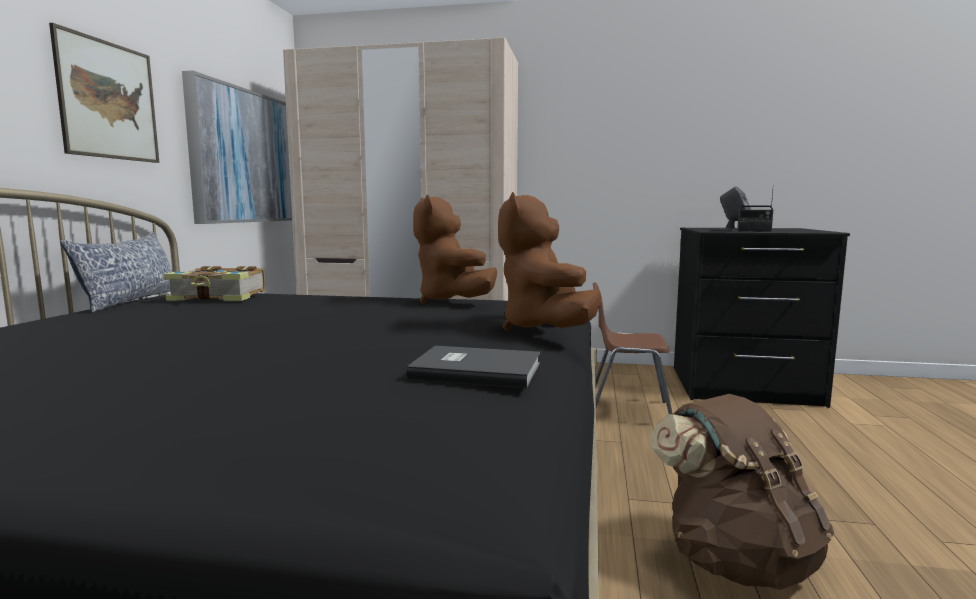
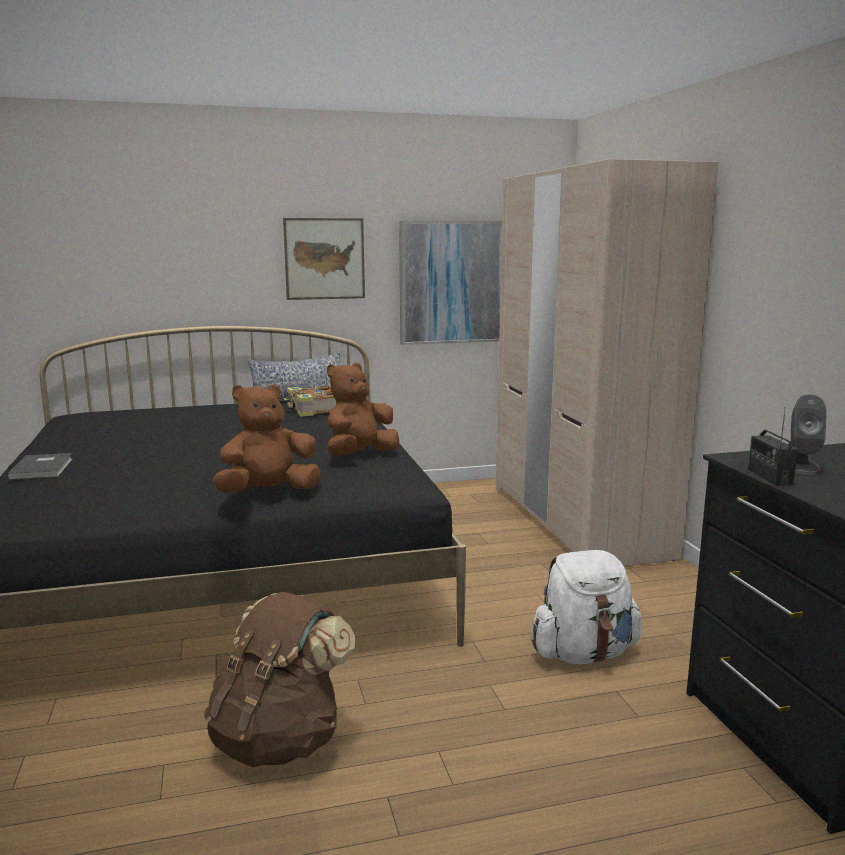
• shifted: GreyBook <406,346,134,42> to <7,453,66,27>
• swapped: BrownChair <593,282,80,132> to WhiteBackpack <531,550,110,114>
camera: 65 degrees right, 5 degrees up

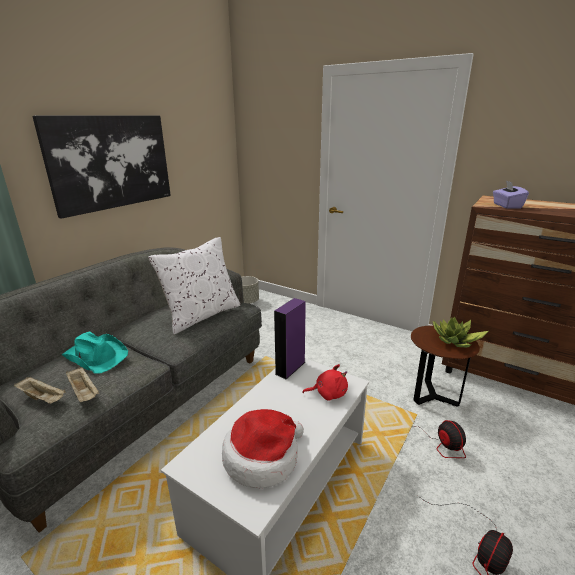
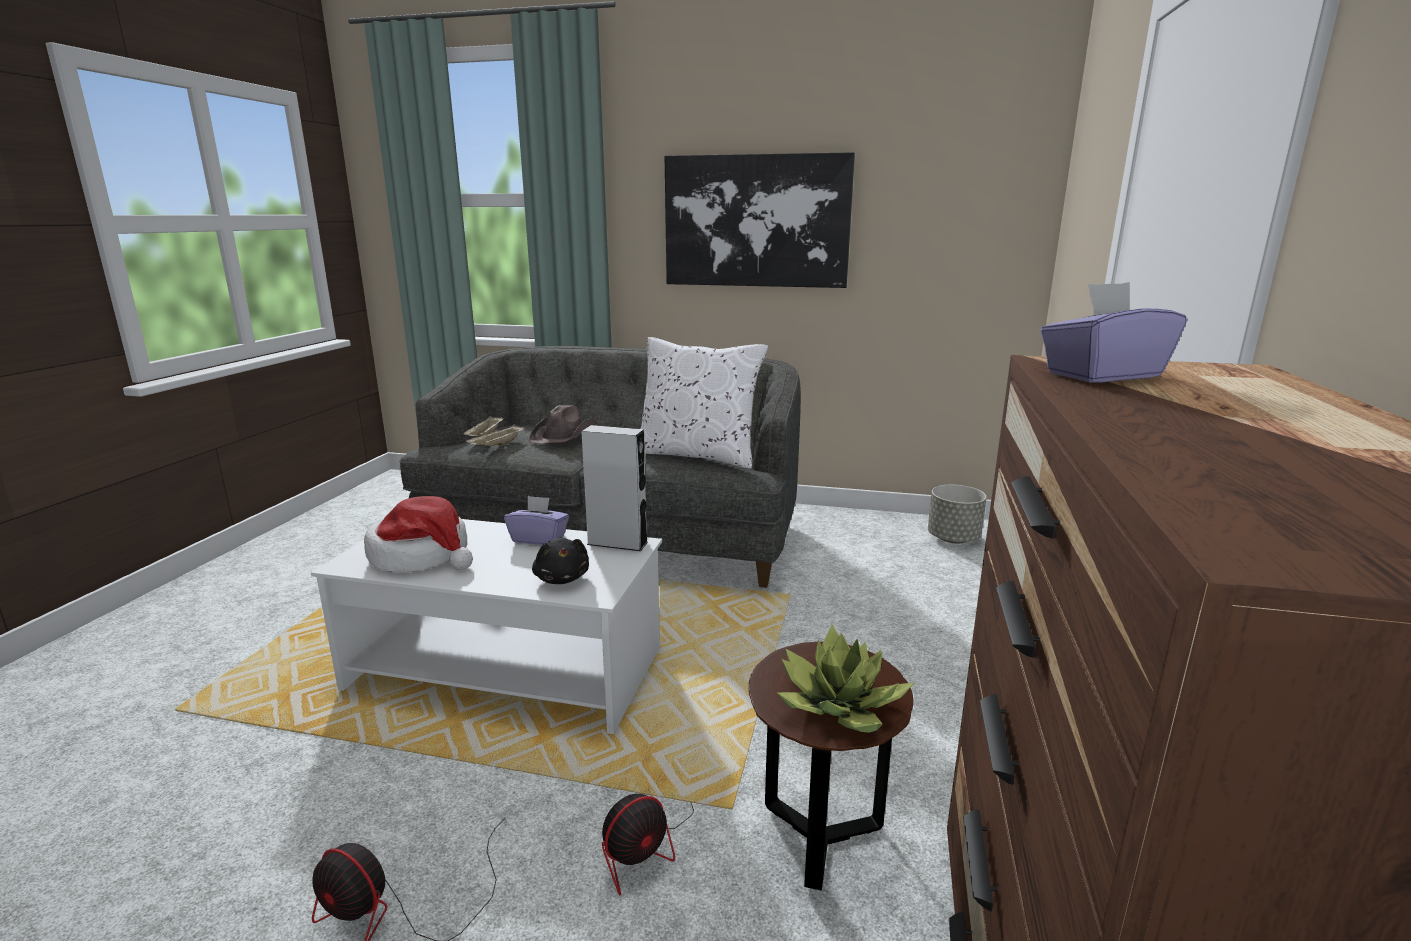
• new: PurpleTissueBox <504,496,65,49>
• repainted: TurquoiseHat <62,331,66,43> to BrownHat <529,405,69,39>
• repainted: RedPlushToy <303,364,45,37> to BlackPlushToy <532,538,57,46>
• repainted: PurpleSpeaker <274,298,32,81> to GreySpeaker <581,425,67,126>
camera: 70 degrees right, 5 degrees down

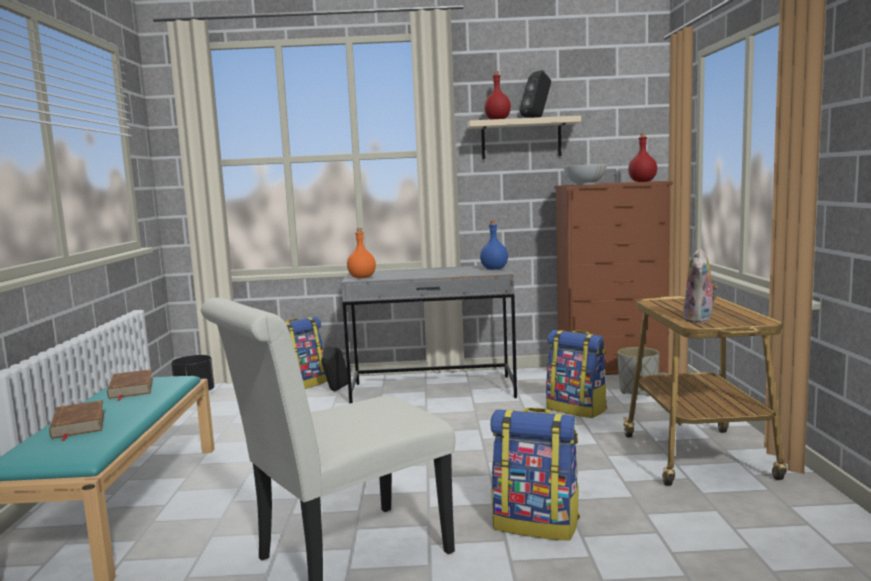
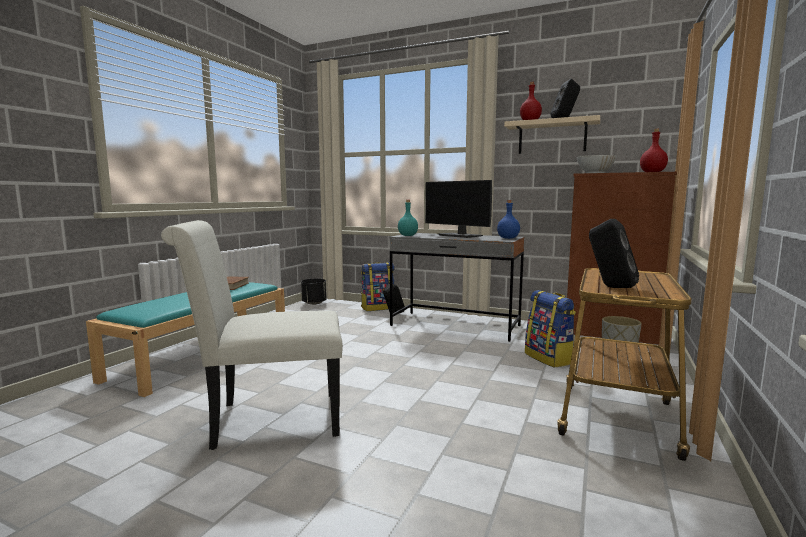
• repainted: OrangeBottle <347,228,29,50> to TurquoiseBottle <398,200,20,36>
• new: Monitor <425,180,67,58>
• swapped: PlushToy <683,248,35,75> to BlackSpeaker <589,219,50,69>
• gone: BrownBook <49,400,55,41>
• gone: Backpack <491,407,89,134>
camera: 25 degrees right, 0 degrees up

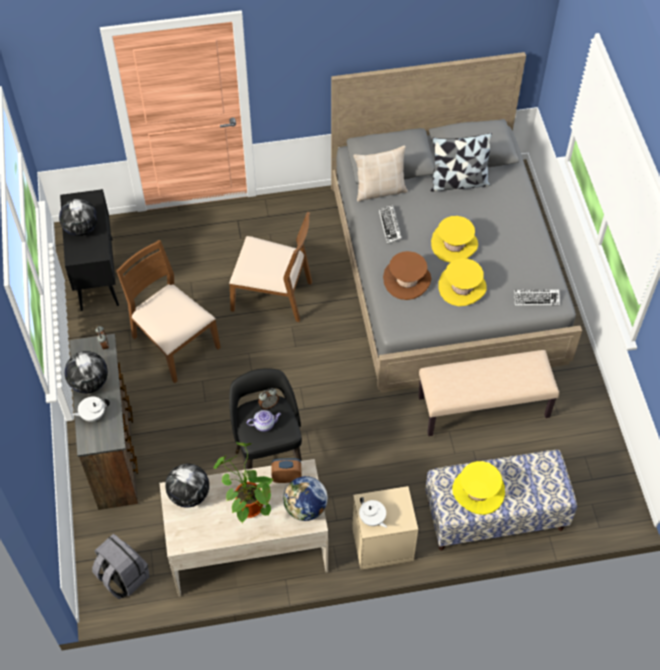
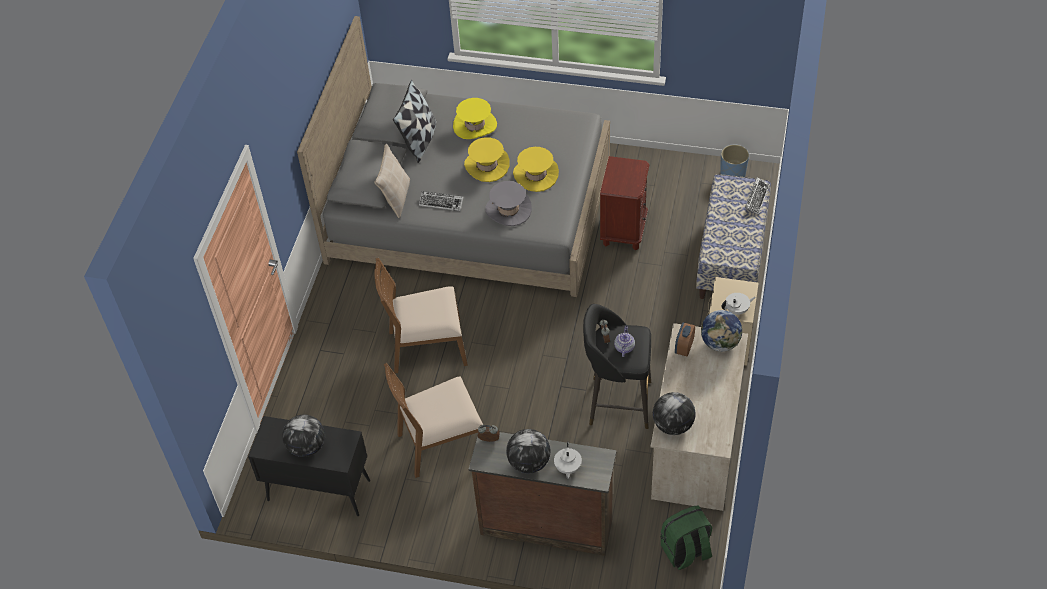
• rotated: BrownChair <229,211,83,111> = <374,258,94,116> 135 degrees counterclockwise
• shifted: YellowHat <452,461,53,54> to <453,98,44,41>
• repainted: BrownHat <383,251,48,49> to GreyHat <485,181,47,45>
• swapped: BeigeBench <418,350,141,86> to BrownNightstand <600,156,50,95>
• repainted: GreyBackpack <92,533,57,66> to GreenBackpack <661,505,51,65>
• new: BluePlanter <720,145,29,32>
• shifted: Keyboard <514,289,46,17> to <745,177,25,38>
• gone: PottedPlant <213,442,60,81>
camera: 65 degrees left, 5 degrees down

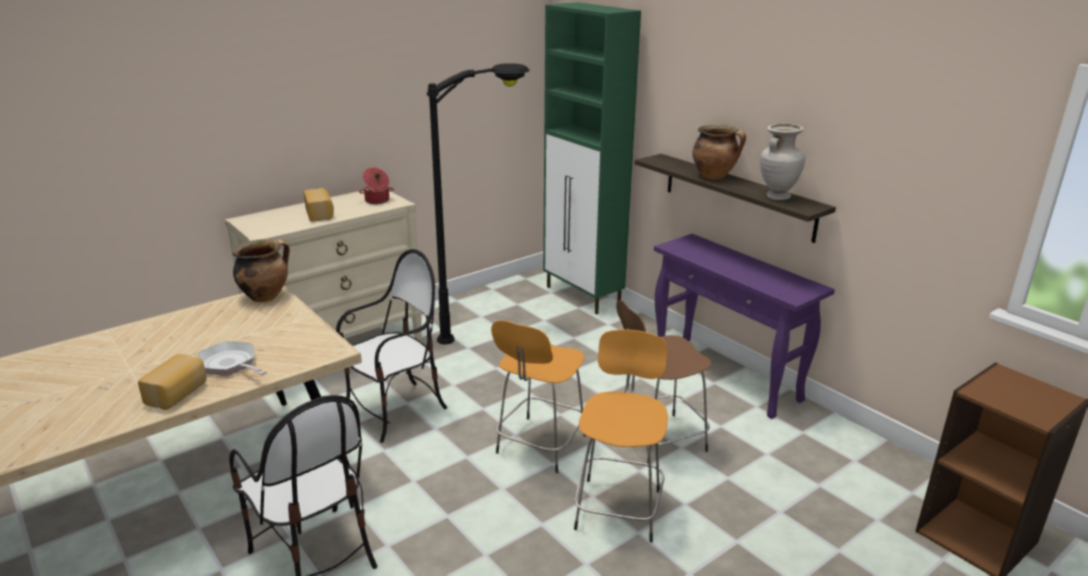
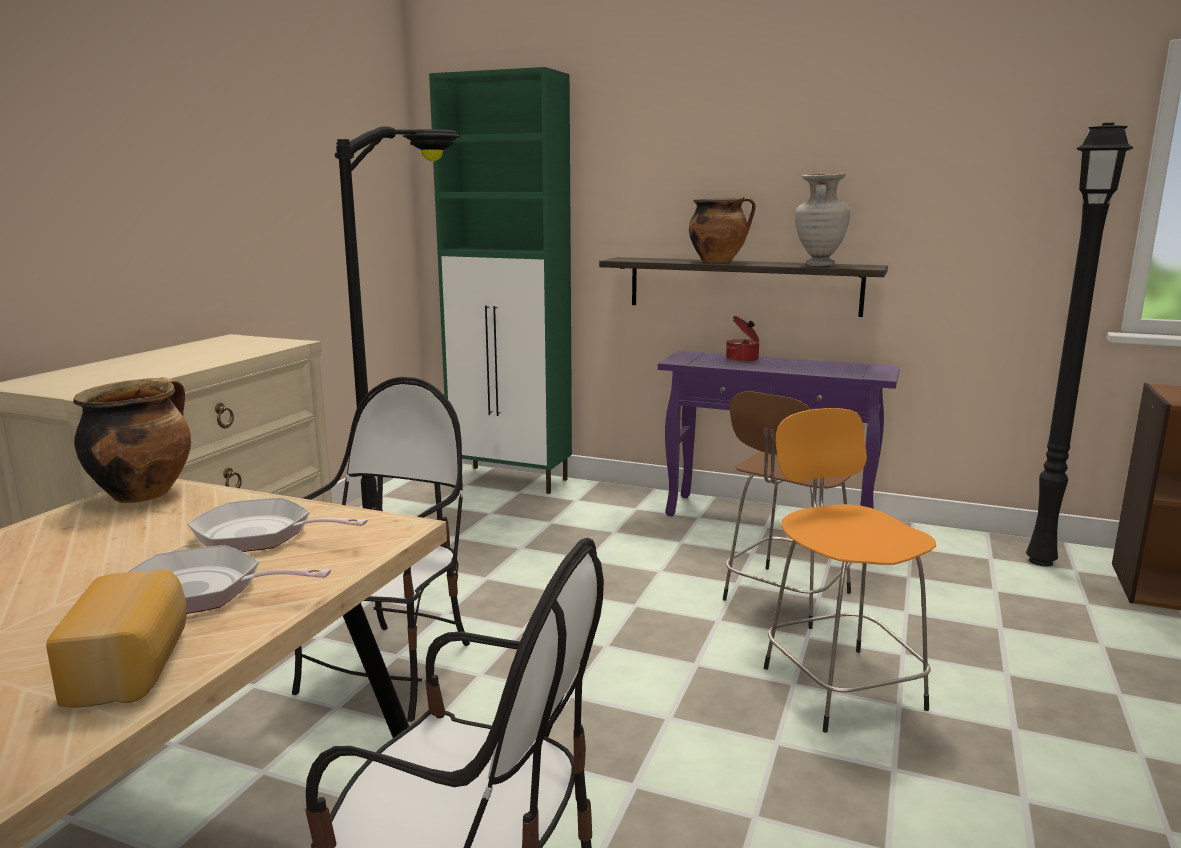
• new: FryingPan <187,498,181,54>
• shifted: CookingPot <359,167,35,37> to <726,316,33,46>
• new: BlackFloorLamp <1026,123,107,443>
• gone: Bread <303,188,31,33>
• gone: OrangeStool <491,320,95,153>
camera: 30 degrees left, 10 degrees down

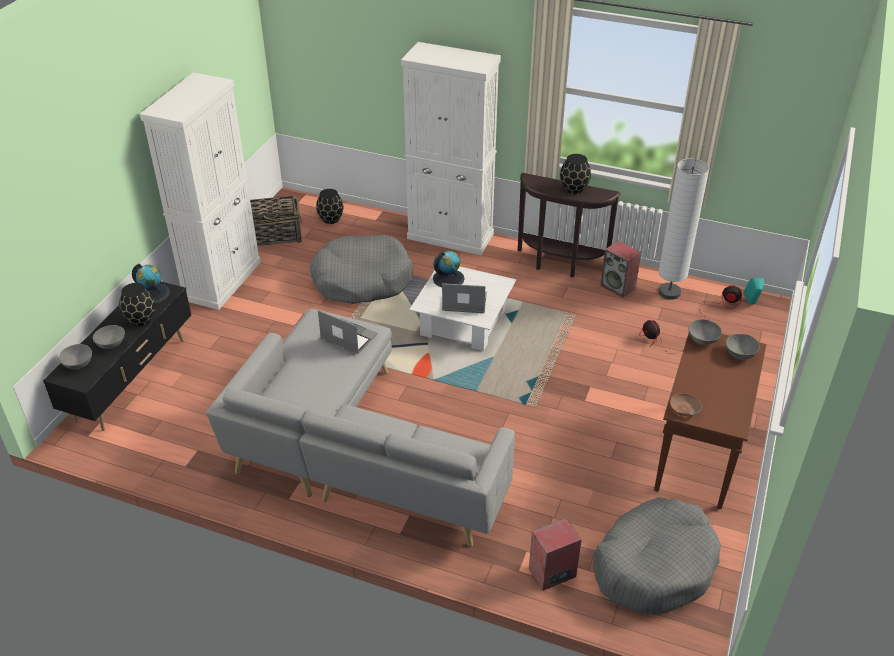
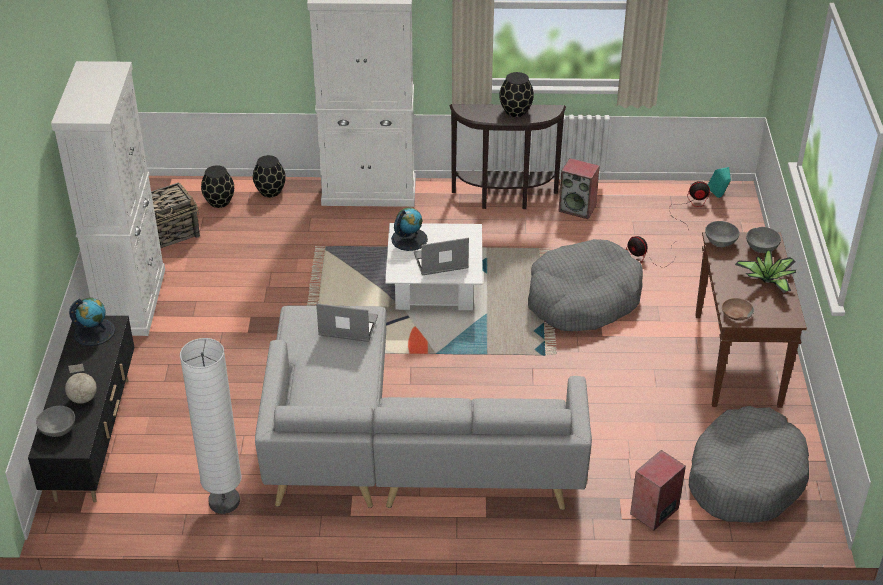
• swapped: GreyBowl <93,325,32,24> to Globe <65,364,32,40>
• shifted: WhiteFloorLamp <658,158,51,142> to <180,338,61,176>
• shifted: BlackVase <119,283,36,43> to <253,155,33,42>
• shifted: GreyDogBed <310,235,103,69> to <528,239,115,92>
• new: PottedPlant <735,250,61,43>
camera: 20 degrees left, 0 degrees up

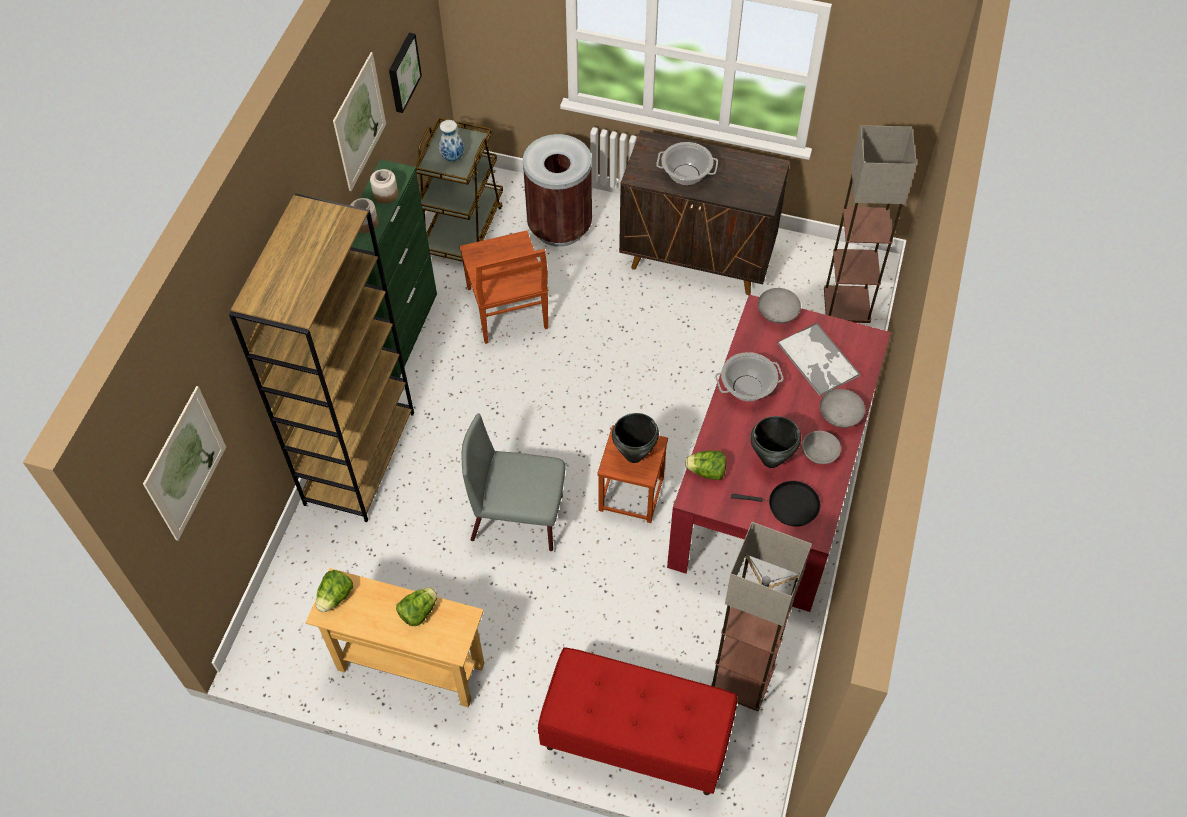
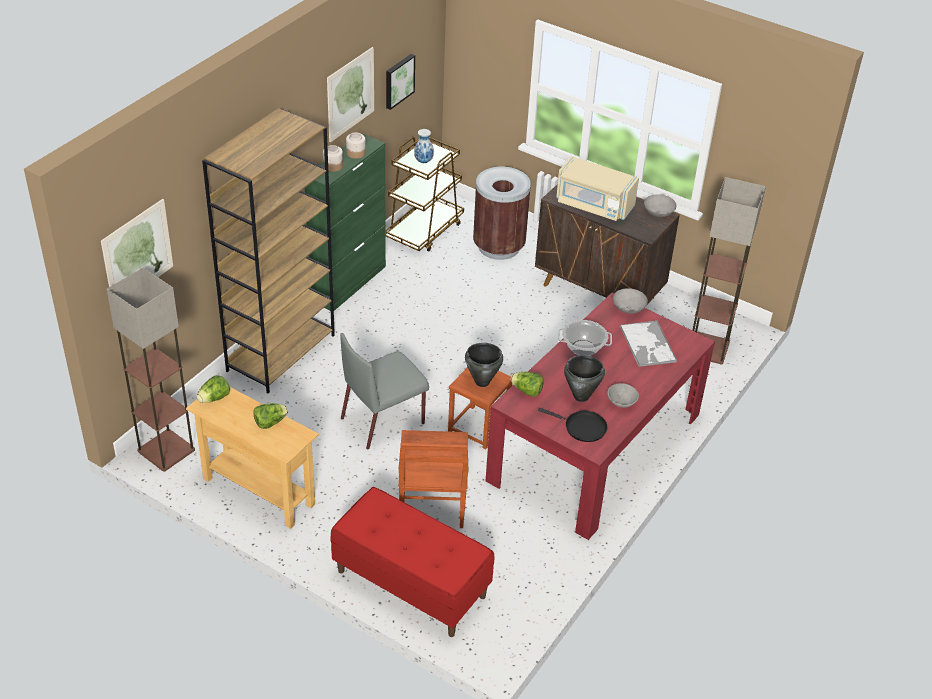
• shifted: FloorLamp <711,522,101,189> to <107,268,88,204>
• rotated: GreyChair <461,413,105,138> = <340,333,89,116> 60 degrees counterclockwise
• shifted: BrownChair <459,230,89,114> to <398,430,70,98>
• swapped: CookingPot <656,142,62,43> to BeigeMicrowave <556,156,83,65>
• shifted: GreyBowl <820,389,45,39> to <644,194,33,23>
camera: 15 degrees right, 15 degrees down

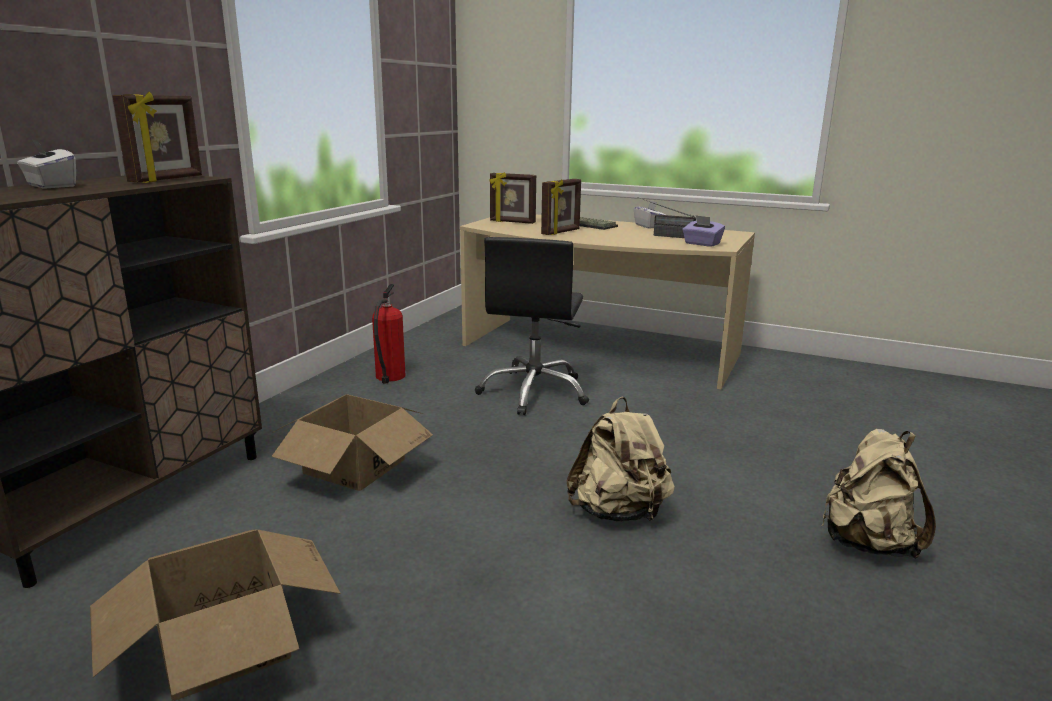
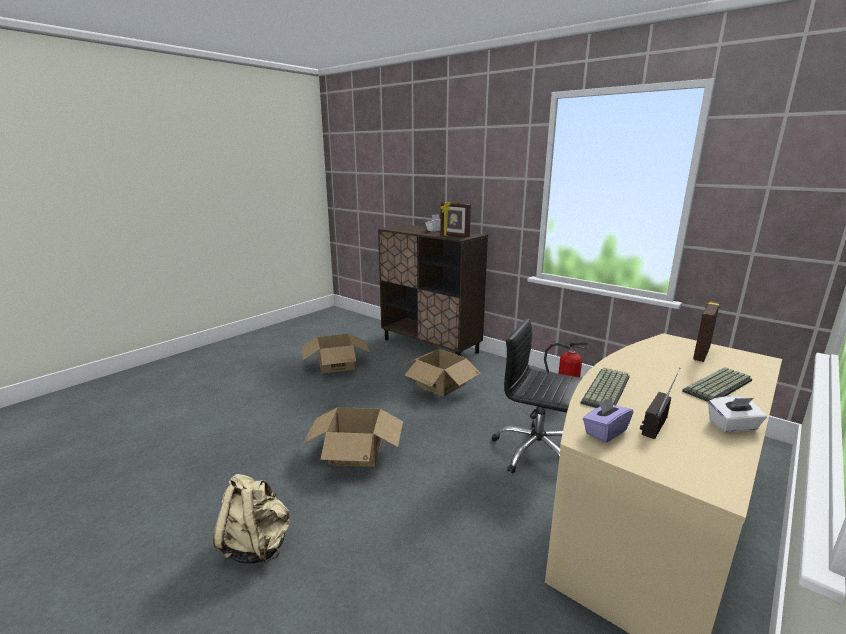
• swapped: BeigeBackpack <567,397,108,125> to CardboardBox <303,407,100,60>
• new: Keyboard <581,367,49,41>
• gone: PictureFrame <541,179,40,56>
camera: 105 degrees right, 0 degrees up

